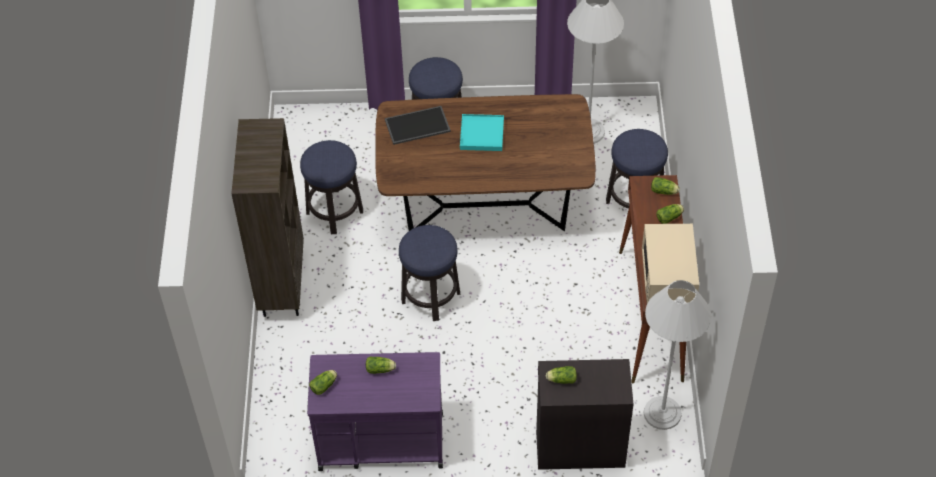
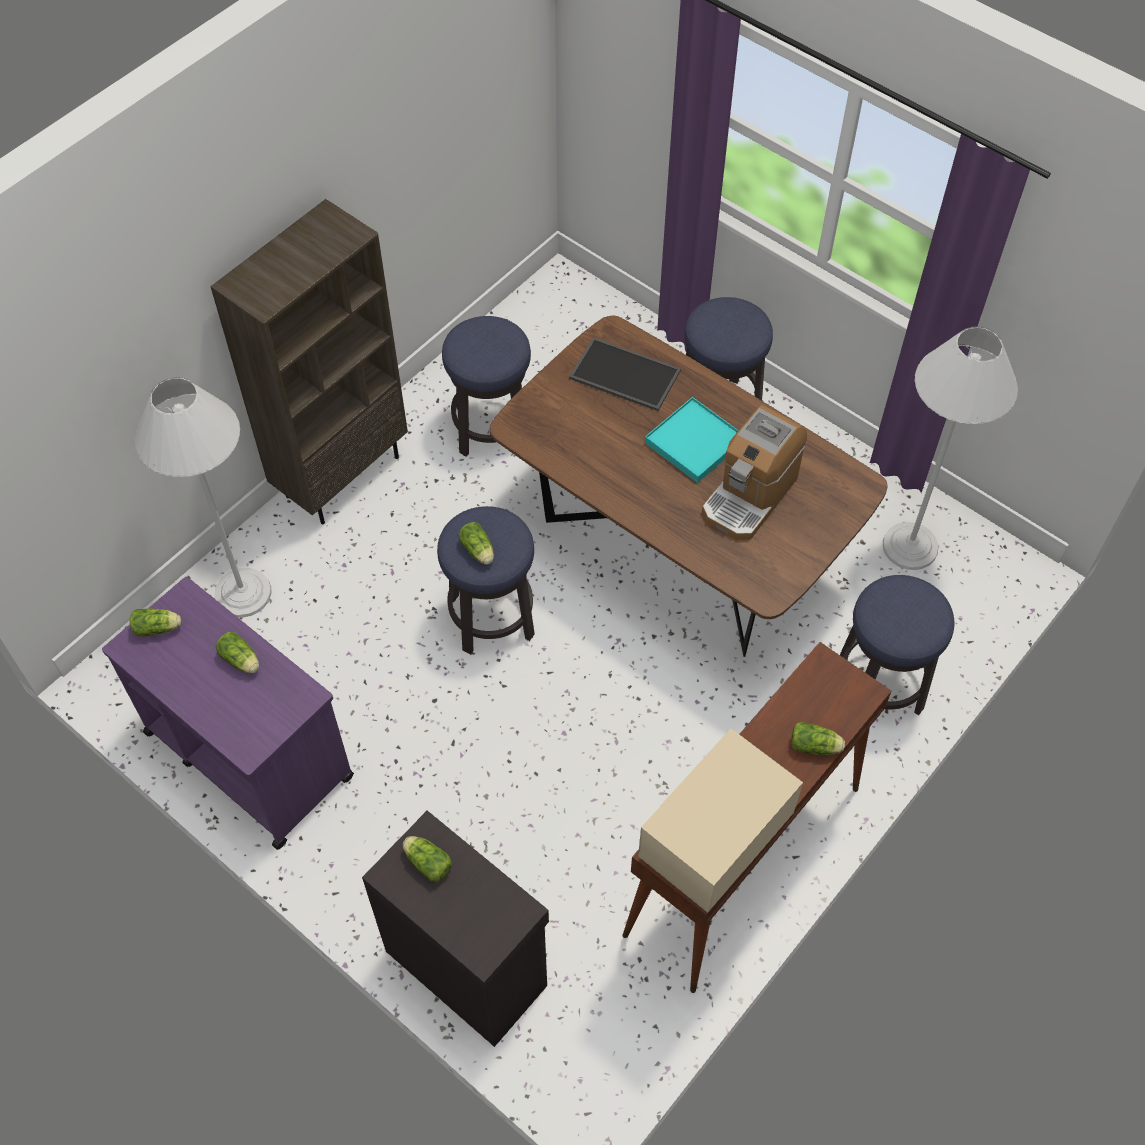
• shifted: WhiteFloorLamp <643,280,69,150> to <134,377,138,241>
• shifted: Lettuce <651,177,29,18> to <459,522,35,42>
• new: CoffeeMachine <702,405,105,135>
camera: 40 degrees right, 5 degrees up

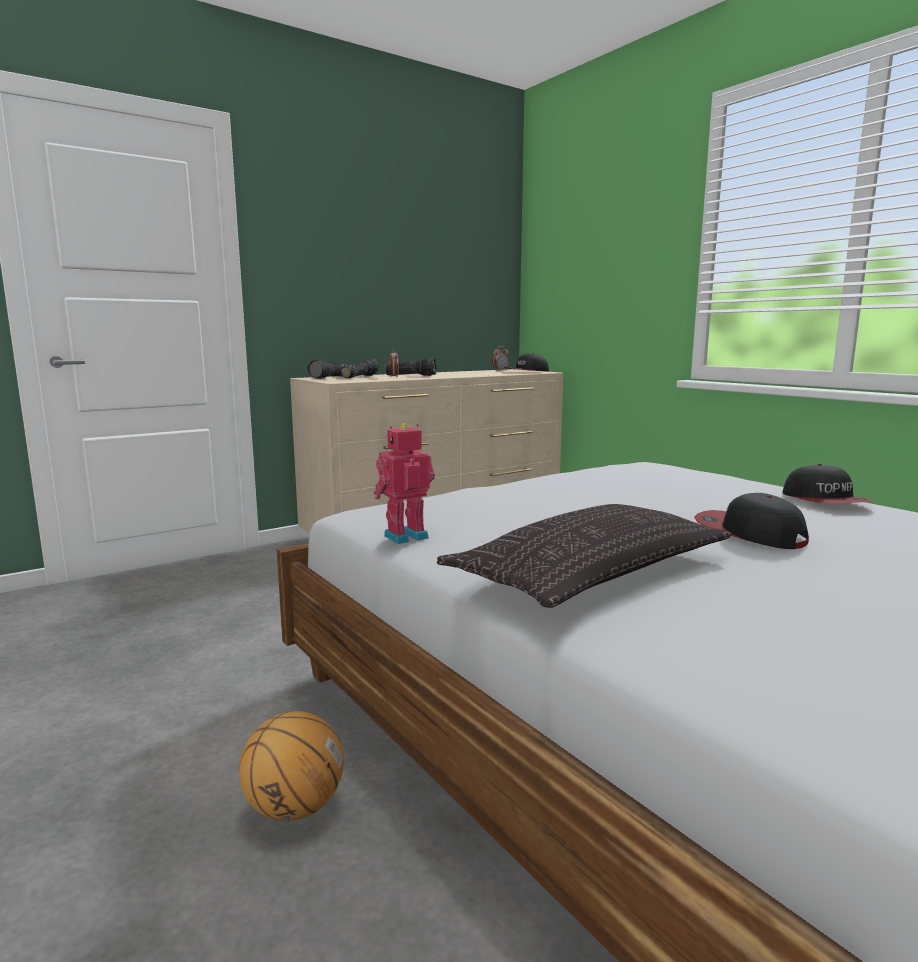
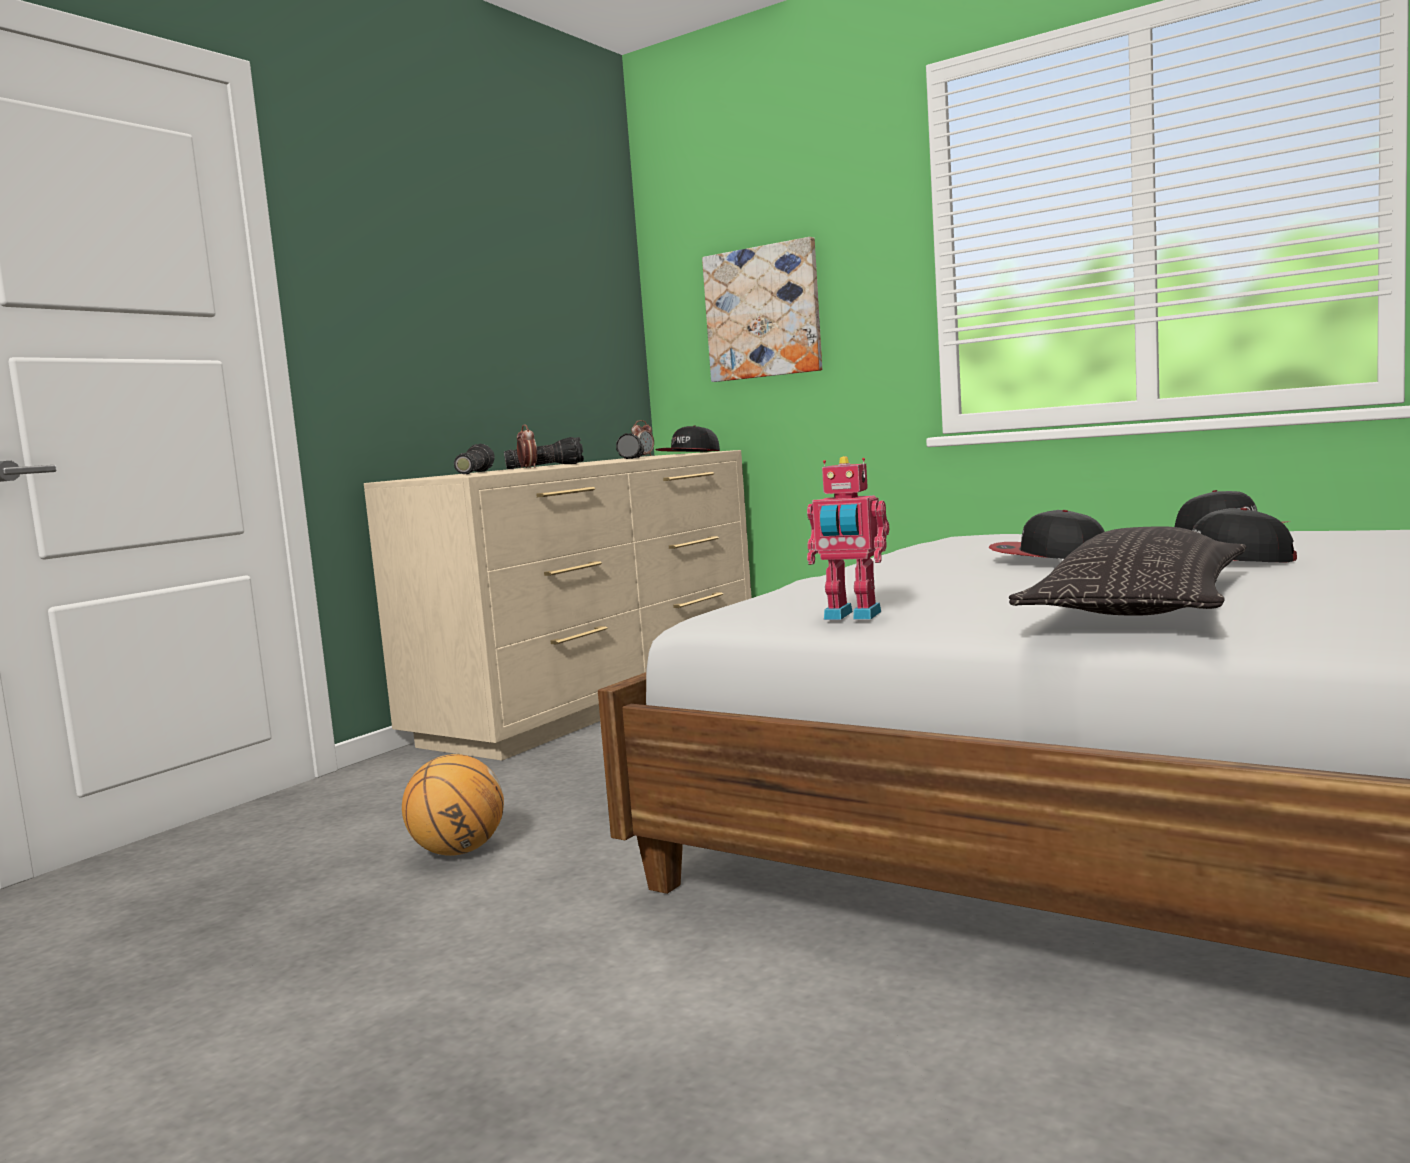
• shifted: Basketball <239,711,105,110> to <402,754,102,102>
• shifted: Flashlight <308,360,37,19> to <616,433,28,26>
• new: Picture <702,237,120,145>
• rotated: ToyRobot <374,423,61,121> = <807,456,82,164> 105 degrees counterclockwise
• new: Cap <988,510,117,49>
camera: 20 degrees left, 5 degrees down

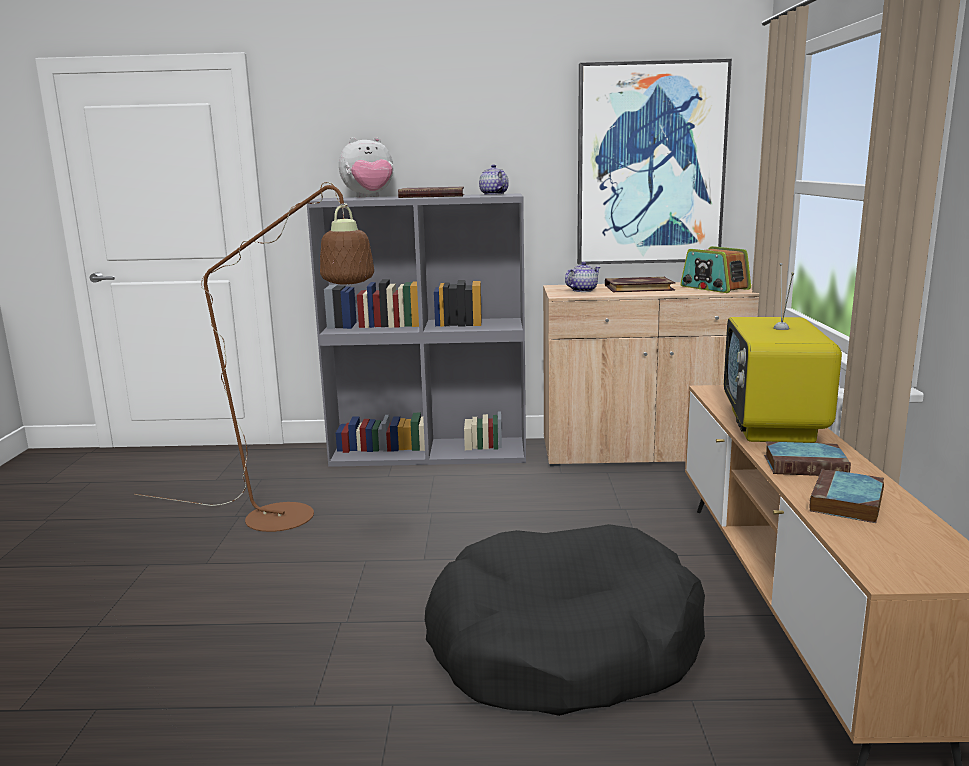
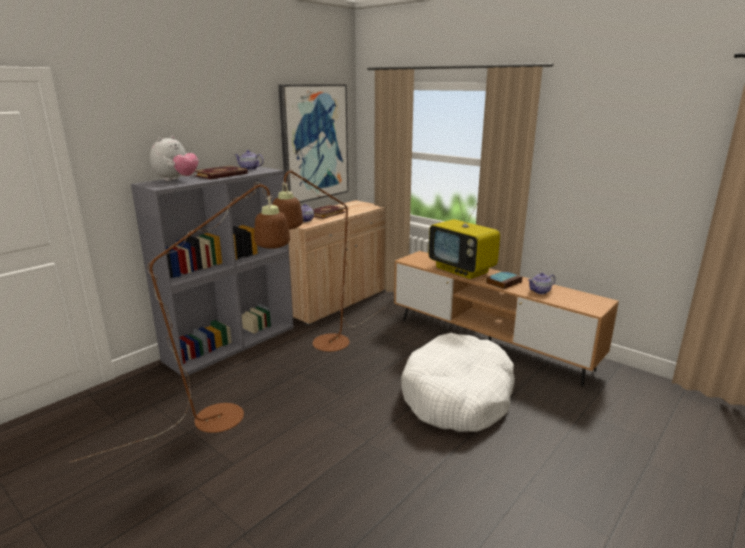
• new: BrownFloorLamp <272,169,113,183>
• repainted: BlackDogBed <425,524,280,192> to WhiteDogBed <401,333,114,99>
• swapped: Book <810,469,74,54> to Teapot <528,273,27,21>
• gone: Radio <681,246,70,47>
camera: 50 degrees left, 5 degrees up

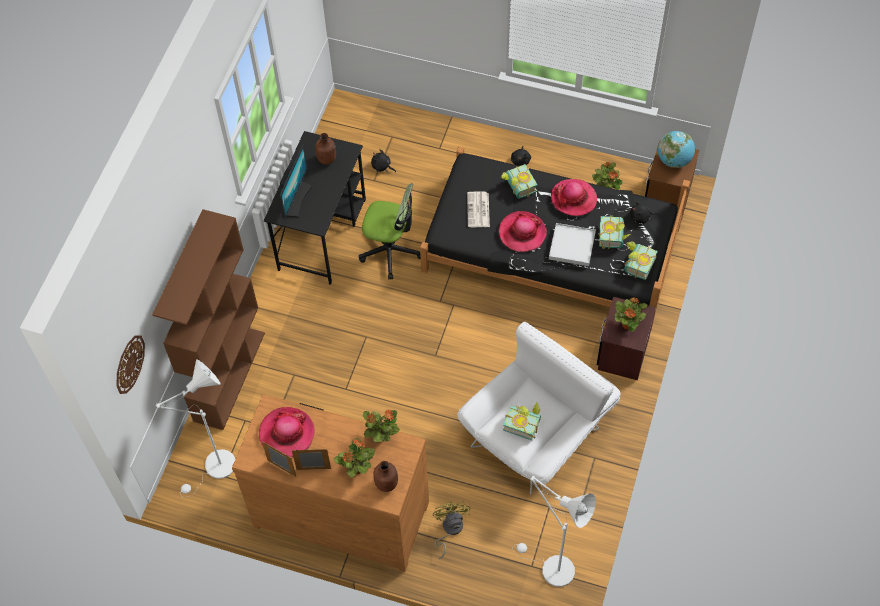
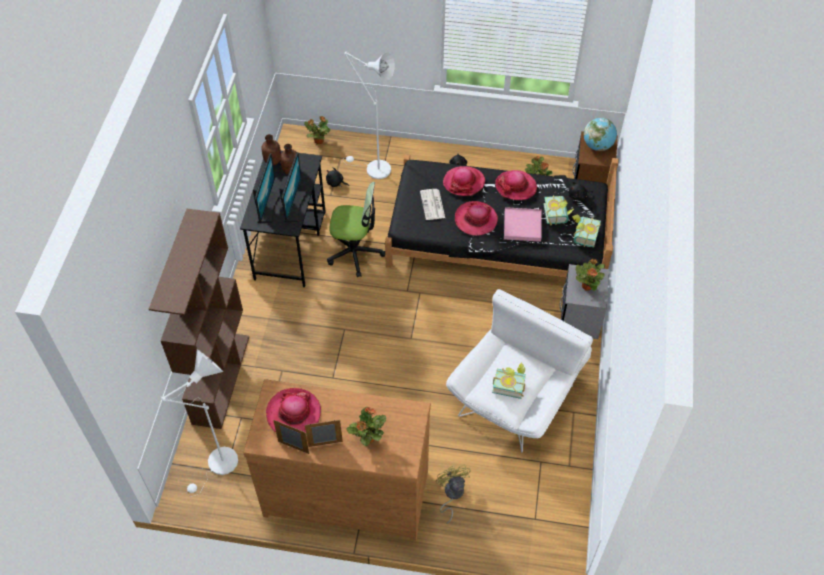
• shifted: BrownBottle <373,461,25,31> to <262,134,19,31>
• new: Monitor <280,152,27,70>
• shifted: PottedPlant <363,409,37,33> to <304,116,27,28>
• shifted: WhiteFloorLamp <512,475,84,112> to <344,52,51,127>
• swapped: Book <501,164,37,35> to Hat <443,166,42,30>
• repainted: WhiteTray <549,223,47,43> to PinkTray <504,207,38,35>
• repainted: BrownNightstand <597,297,59,83> to GreyNightstand <560,264,49,75>
• gone: WallClock <116,335,29,59>
camera: 10 degrees left, 5 degrees down

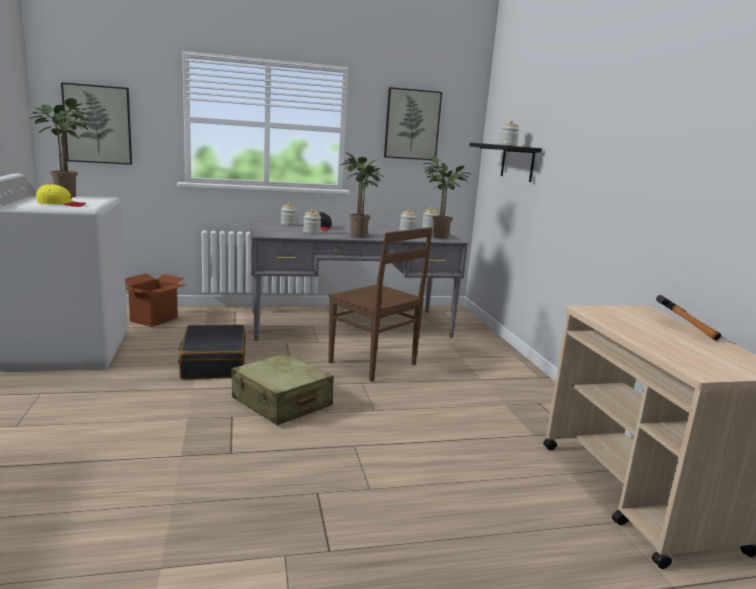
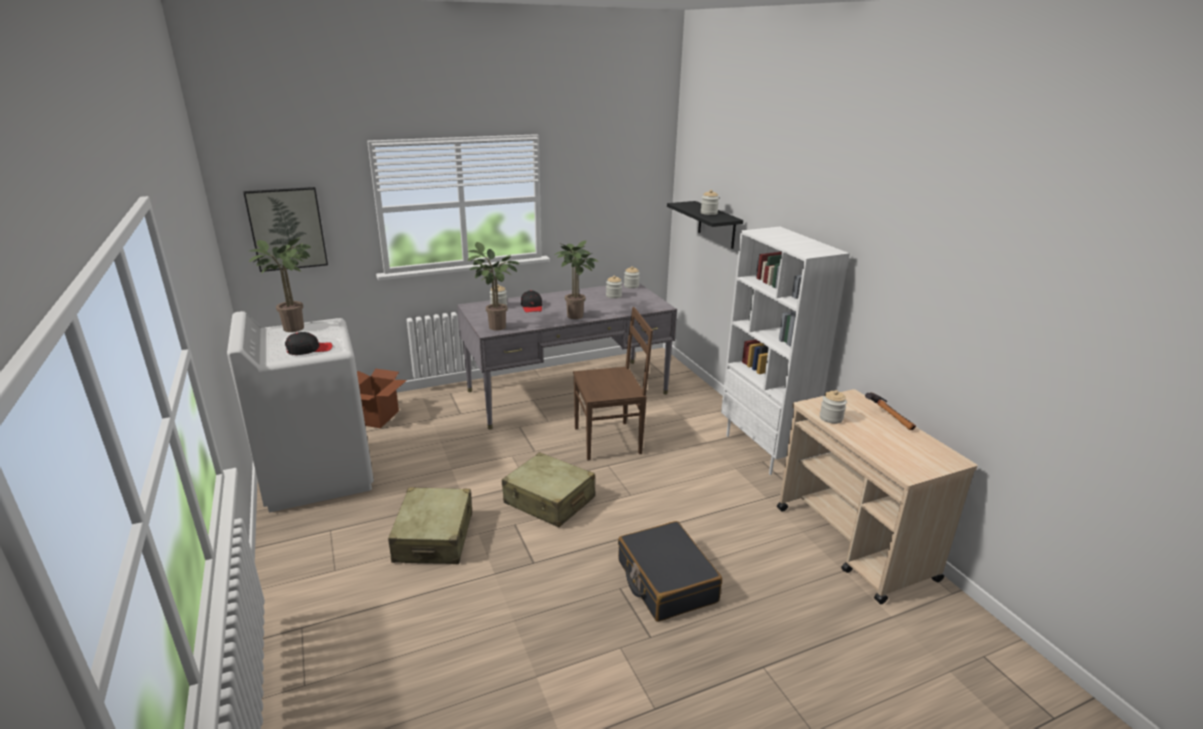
• repainted: YellowCap <36,184,50,23> to BlackCap <285,332,48,23>
• new: BeigeSuitcase <388,487,84,77>
• shifted: PottedPlant <423,156,48,83> to <467,242,52,89>
• rotated: BrownChair <328,227,104,155> = <573,307,80,153> 45 degrees counterclockwise
• shifted: BlackSuitcase <178,325,68,54> to <618,521,104,101>
• new: WhiteBookcase <721,227,129,248>
• shifted: Jar <303,209,18,25> to <820,390,27,34>
• gone: Picture <384,87,58,73>
camera: 10 degrees left, 10 degrees up

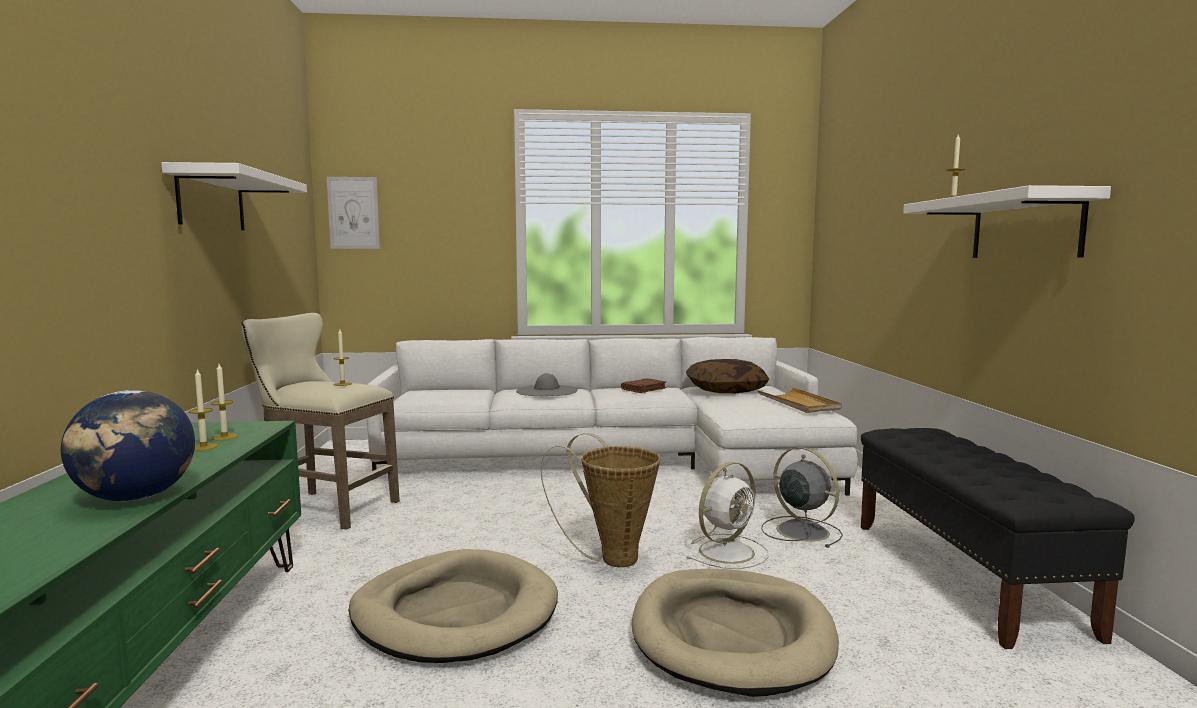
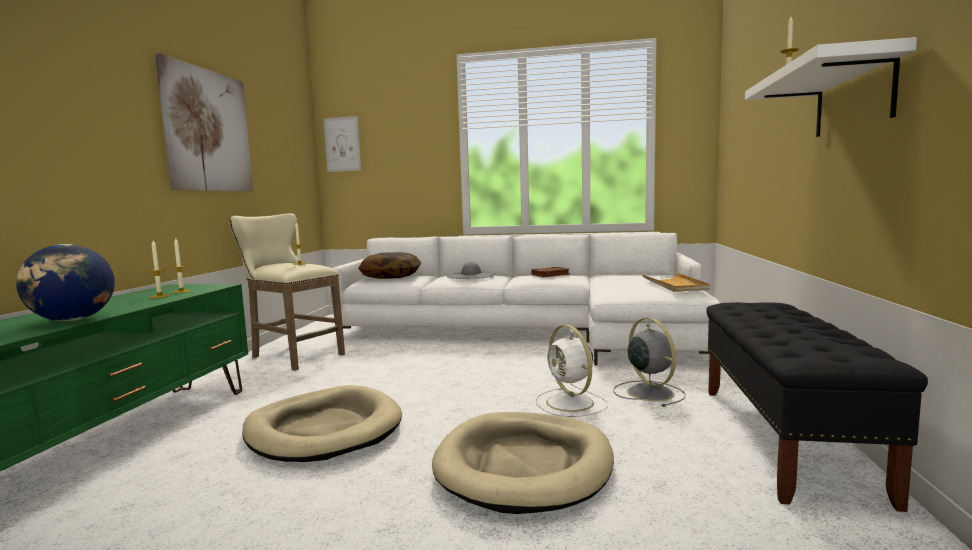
• swapped: WhiteShelf <161,162,146,68> to Picture <155,53,98,139>
• shifted: Pillow <686,359,83,34> to <358,252,63,27>
• rotated: WhiteFan <686,462,83,107> = <535,325,73,92> 90 degrees clockwise
• gone: Basket <541,433,119,134>
camera: 15 degrees right, 0 degrees up

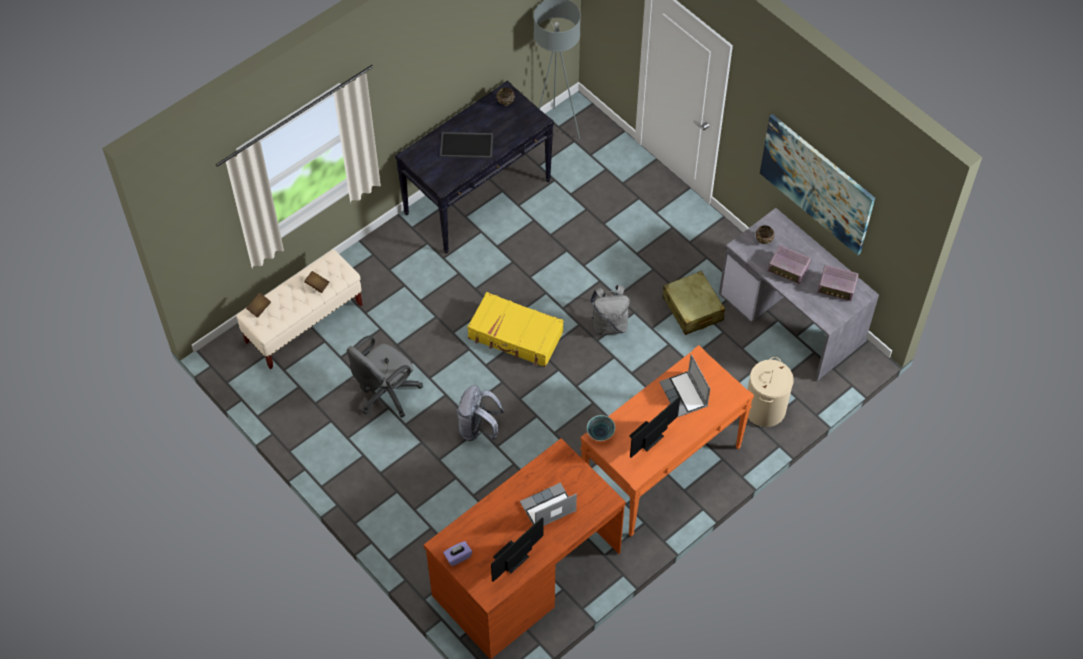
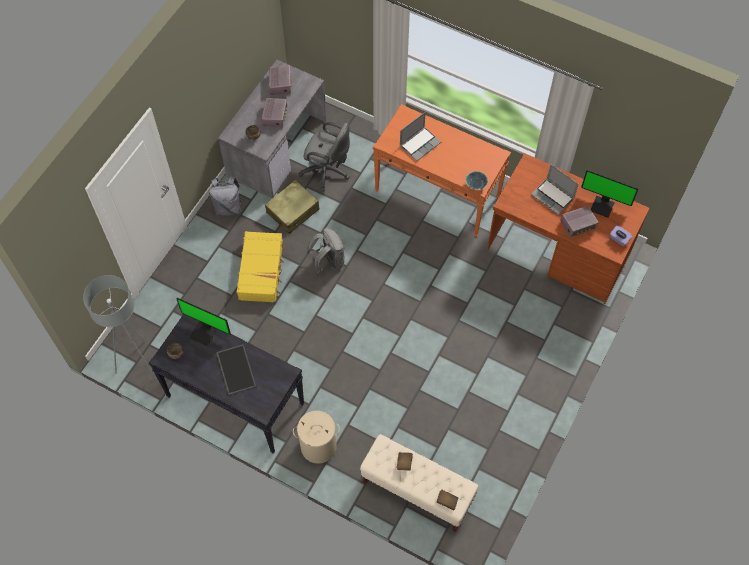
• shifted: Monitor <629,397,51,61> to <176,298,55,48>
• shifted: GreyBackpack <456,385,48,56> to <209,176,34,40>
• shifted: YellowSuitcase <467,292,97,75> to <237,231,49,72>
• shifted: BeigeLaundryBasket <747,357,47,70> to <293,411,47,53>
• shifted: GreyOfficeChair <347,336,76,82> to <298,122,52,69>
• new: Radio <560,206,39,32>
• gone: Picture <760,114,115,141>
camera: 110 degrees left, 5 degrees up

